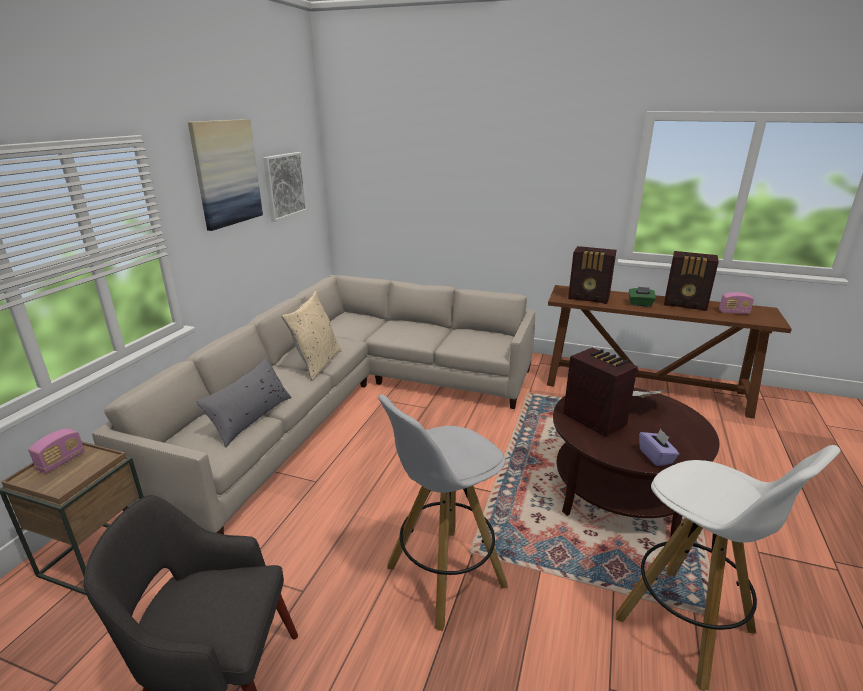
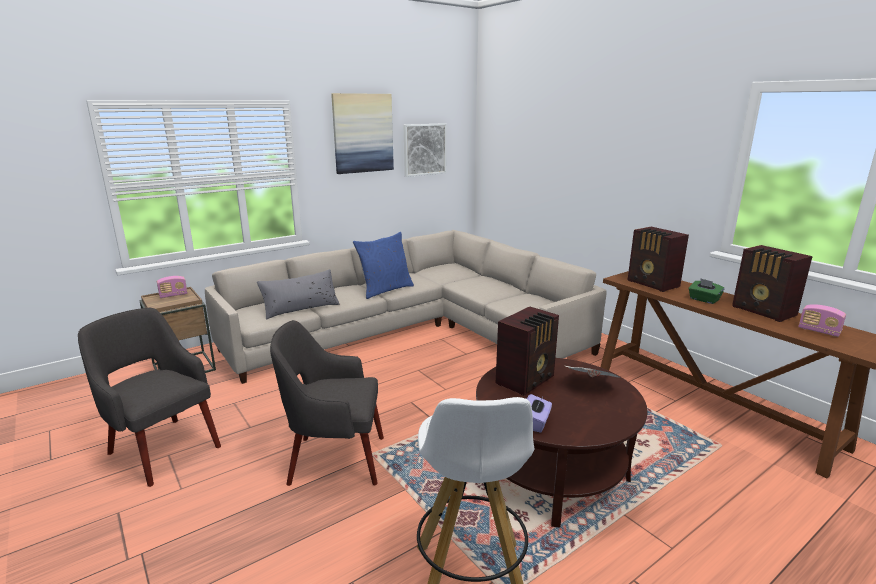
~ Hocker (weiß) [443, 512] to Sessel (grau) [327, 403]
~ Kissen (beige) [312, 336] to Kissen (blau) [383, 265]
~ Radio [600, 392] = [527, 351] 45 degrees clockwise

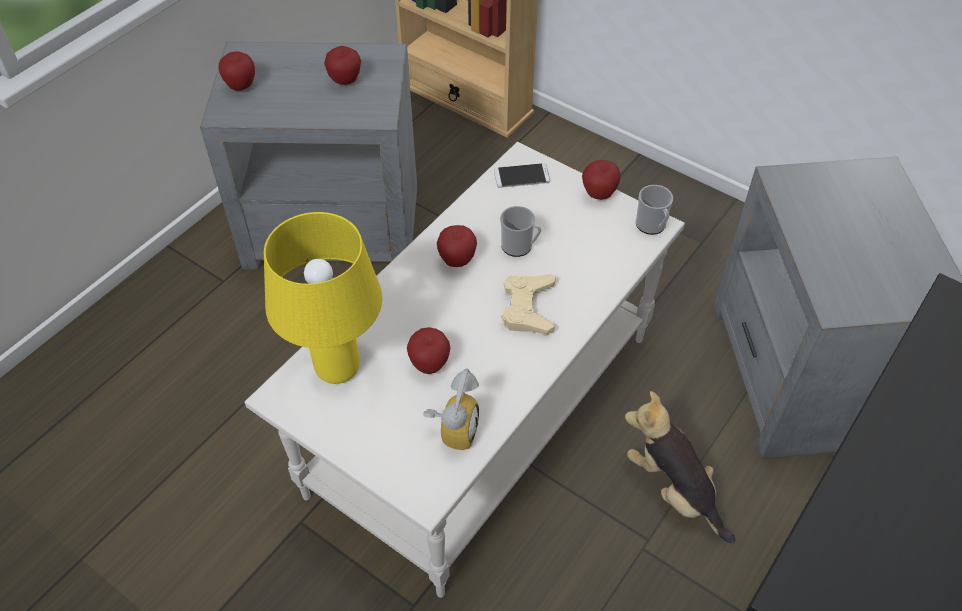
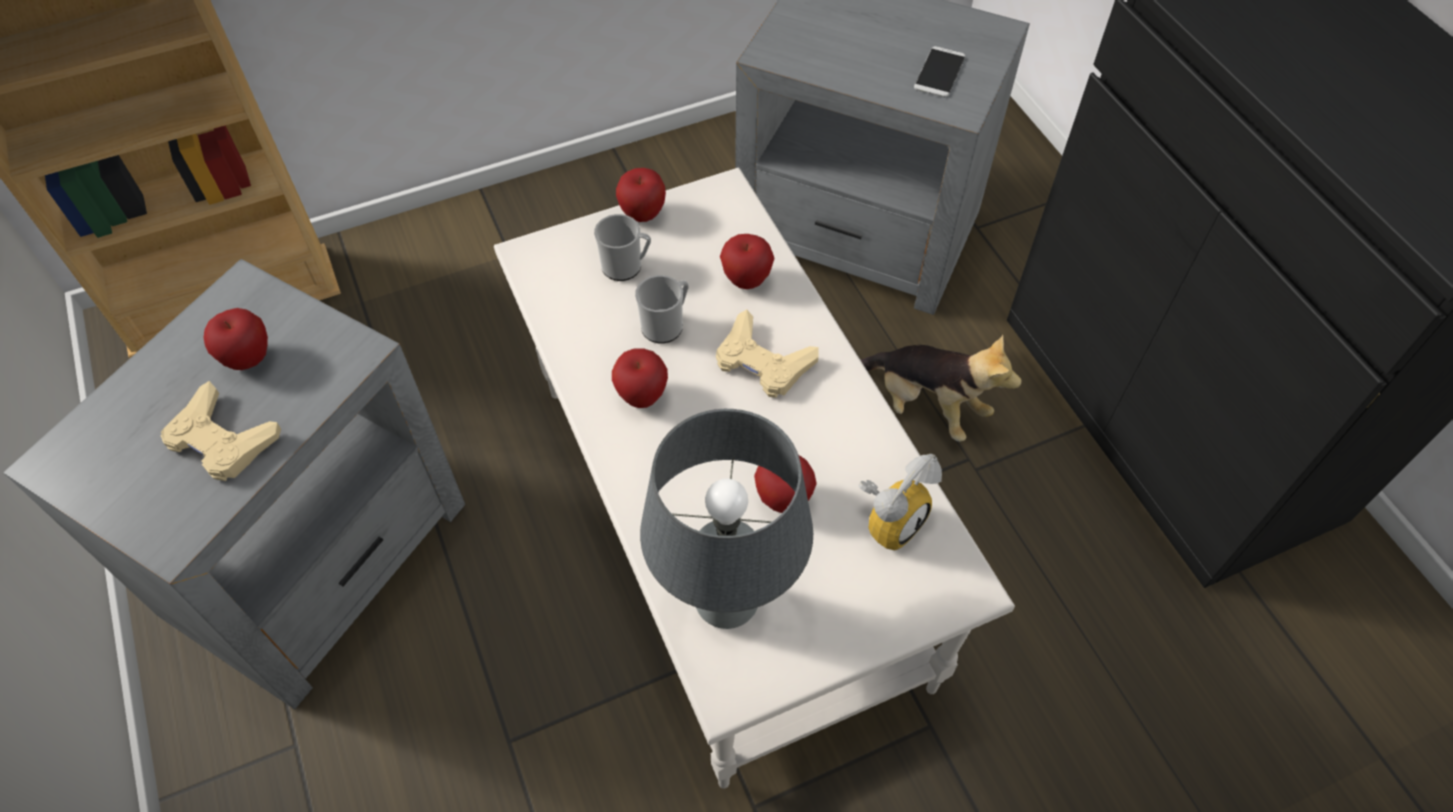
+ Gamepad (beige) [220, 431]
~ Apfel [236, 71] to [747, 261]
~ Handy [522, 175] to [940, 71]
~ Henkelbecher [654, 210] to [622, 247]
~ Tischlampe (gelb) [323, 298] to Tischlampe (grau) [726, 519]
~ Wecker [451, 409] = [900, 502] 90 degrees clockwise
~ Plüschtier [680, 467] = [941, 388] 135 degrees counterclockwise

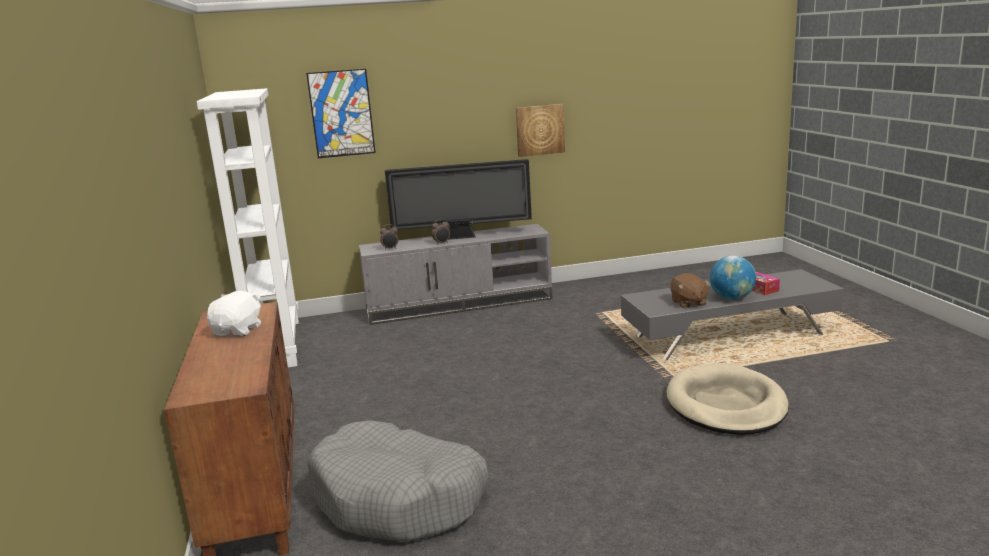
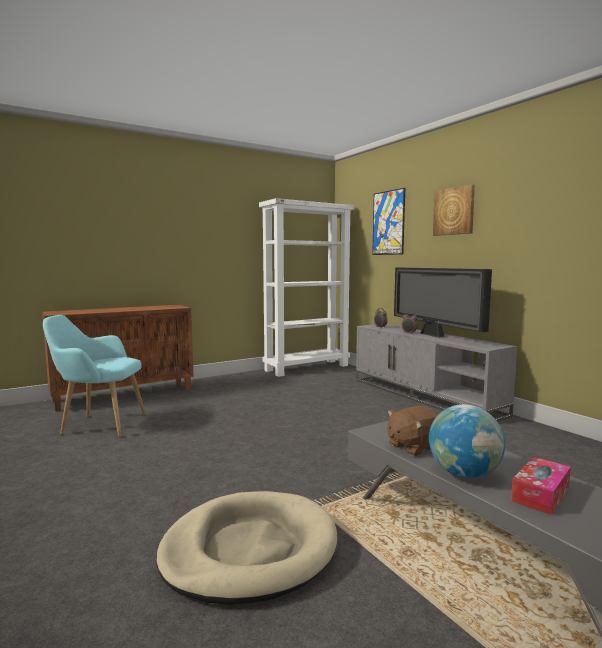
- Plüschtier (weiß) [234, 313]
~ Bild [540, 130] to [454, 210]
~ Hundebett (grau) [398, 481] to Sessel (türkis) [94, 376]

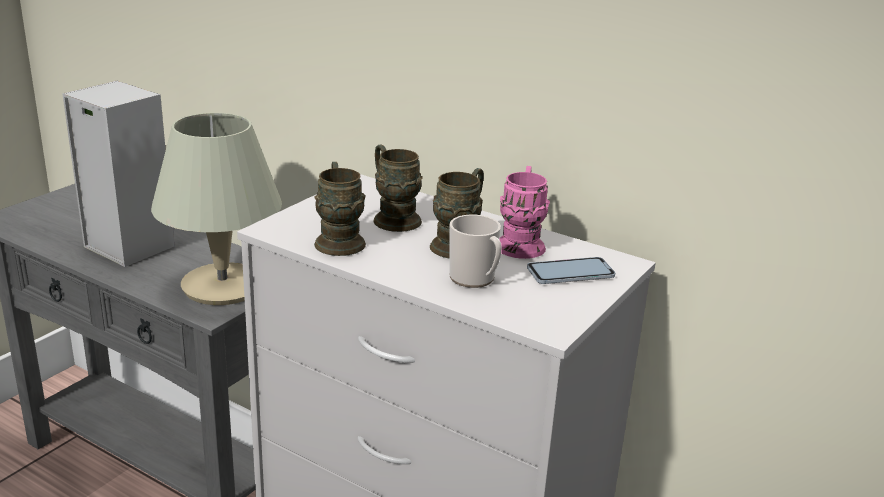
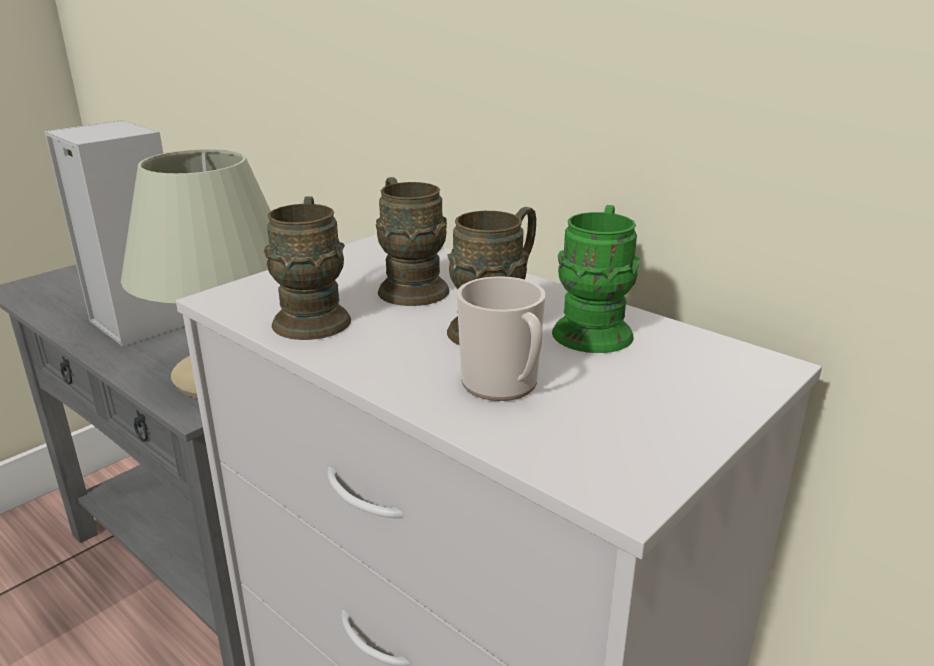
- Handy [571, 270]
~ Henkelbecher (rosa) [524, 212] to Henkelbecher (grün) [596, 279]

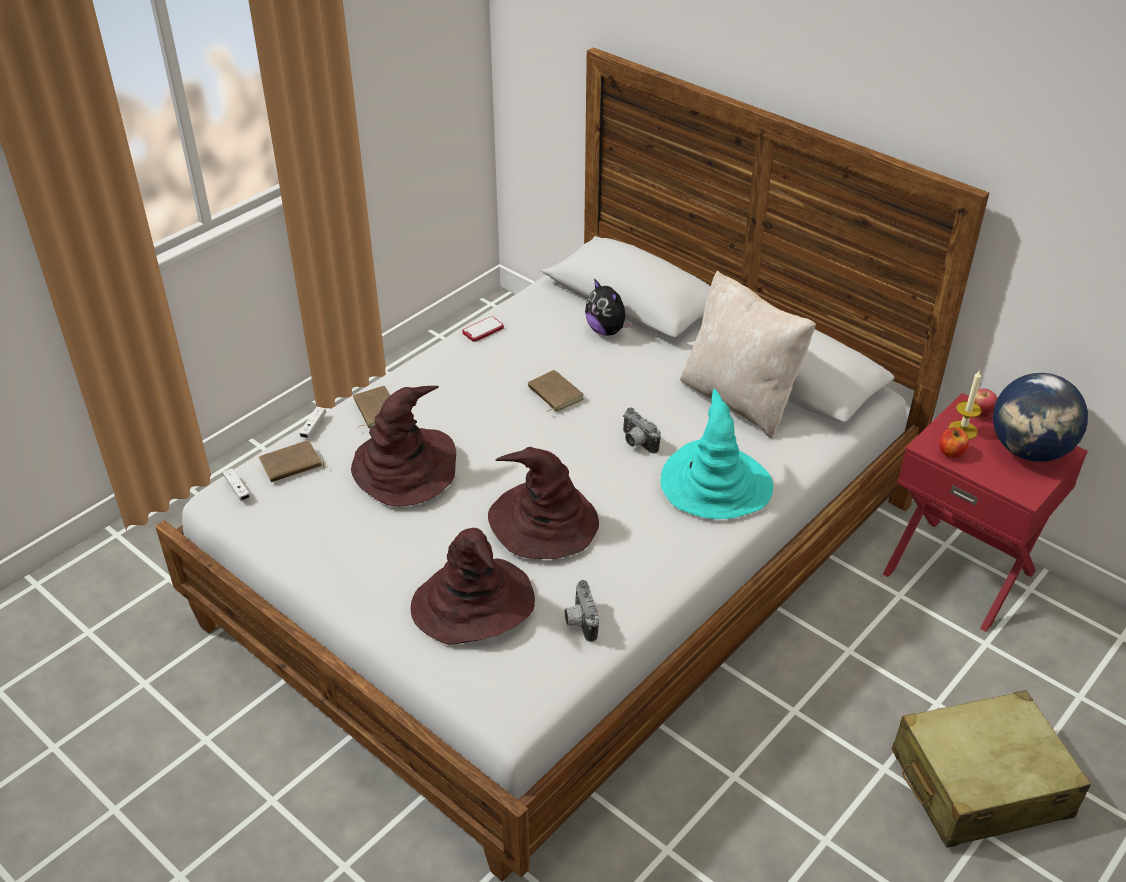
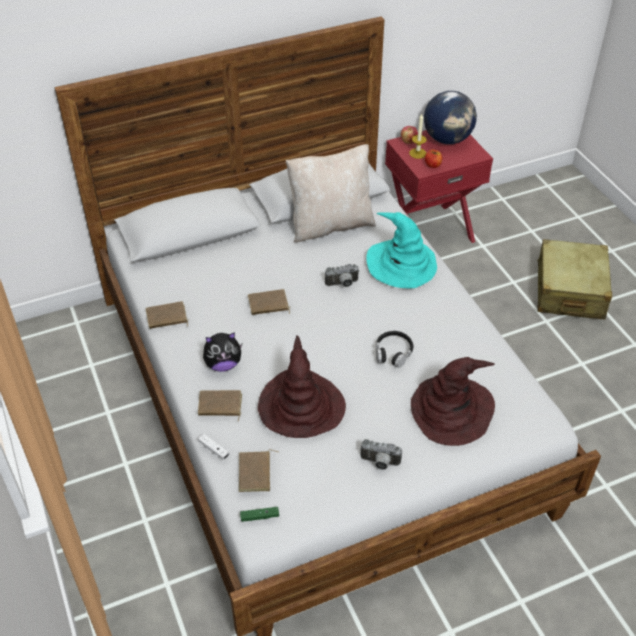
~ Kamera [582, 611] to [381, 454]
~ Plüschtier [608, 306] to [222, 352]
~ Handy [483, 329] to Buch (braun) [166, 315]
~ Hut (braun) [543, 503] to Kopfhörer (schwarz) [394, 349]
~ Gamepad (weiß) [236, 484] to Gamepad (grün) [259, 514]

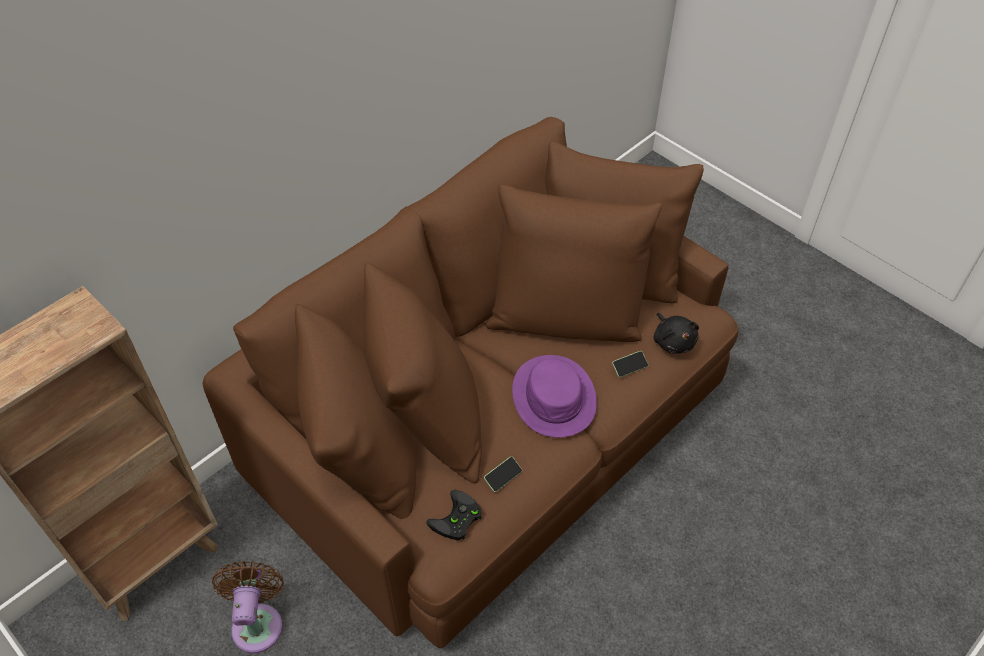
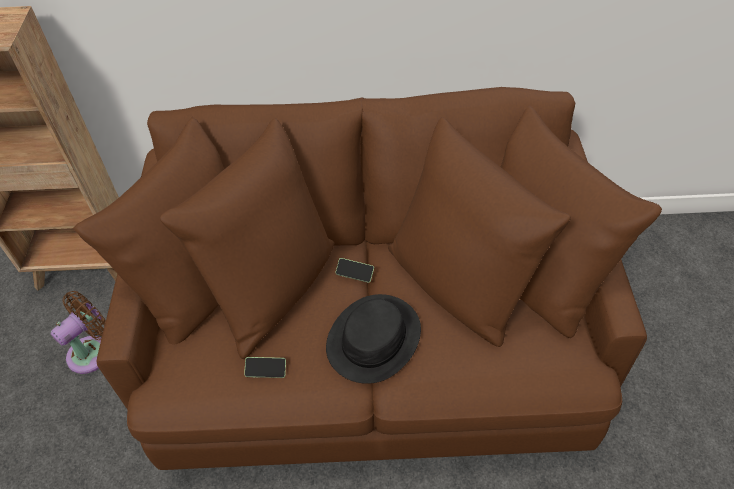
- Gamepad (schwarz) [454, 515]
- Plüschtier (schwarz) [676, 333]
~ Handy [630, 364] to [354, 270]
~ Hut (lila) [554, 396] to Hut (schwarz) [373, 339]

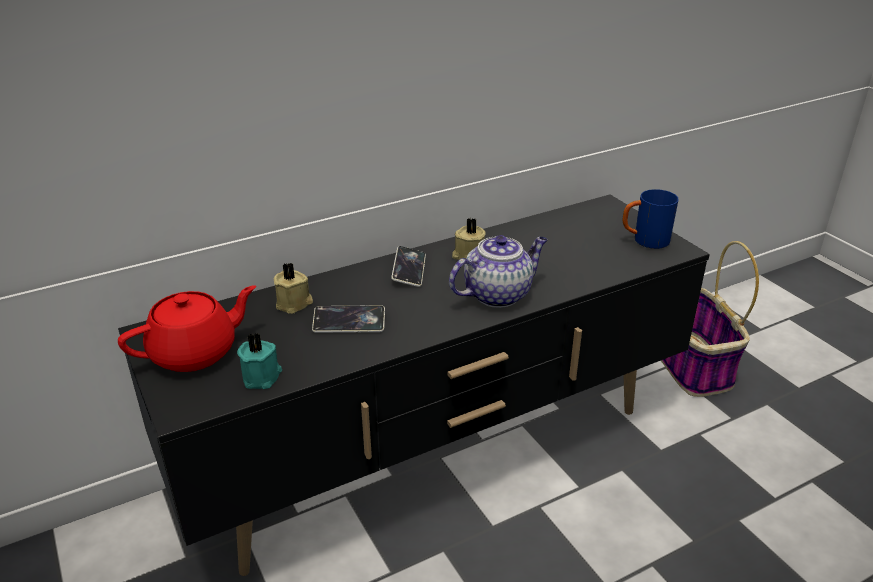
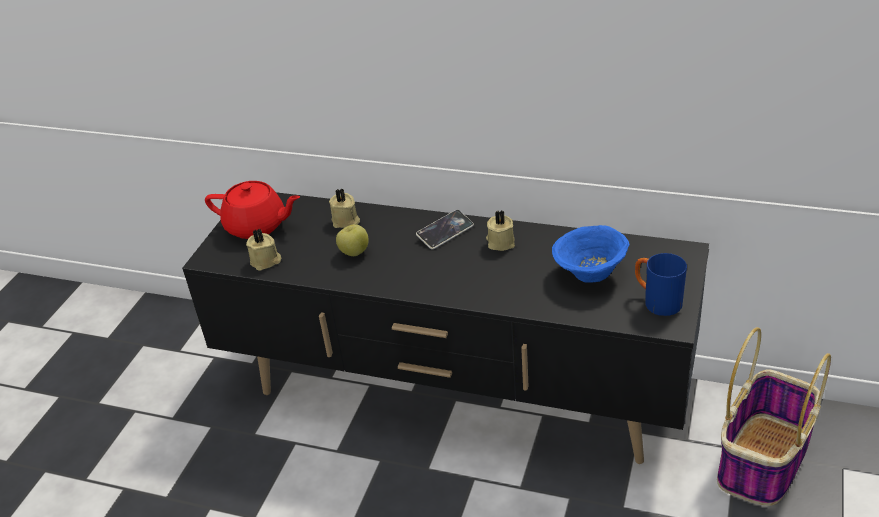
- Teekanne [498, 271]
+ Schüssel (blau) [591, 254]
~ Handy [348, 319] to Apfel [352, 240]
~ Kerze (türkis) [259, 360] to Kerze (beige) [263, 250]

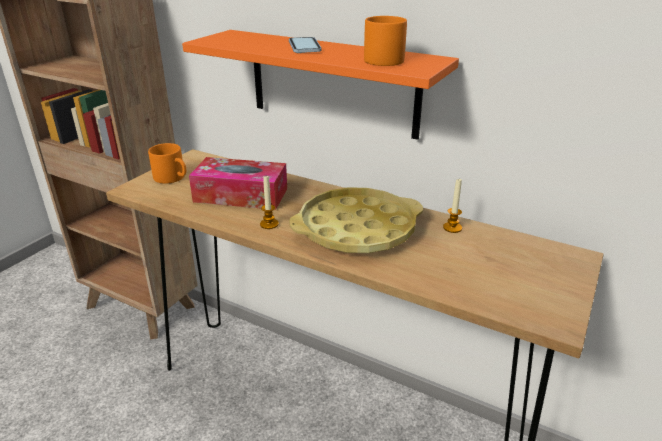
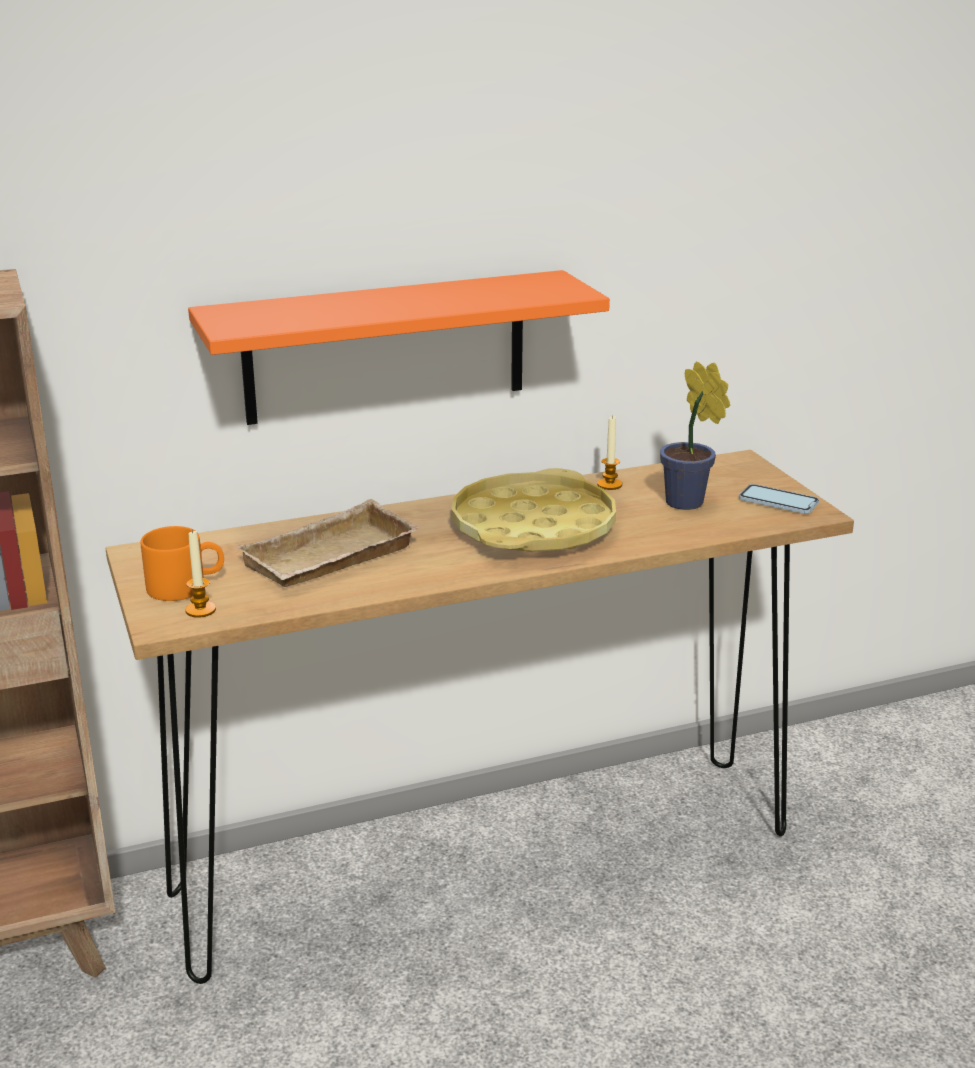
- Henkelbecher (orange) [385, 41]
+ Topfpflanze [695, 435]
~ Kerze [269, 202] to [200, 573]
~ Handy [305, 45] to [779, 499]
~ Taschentuchbox [238, 183] to Tablett (beige) [328, 543]

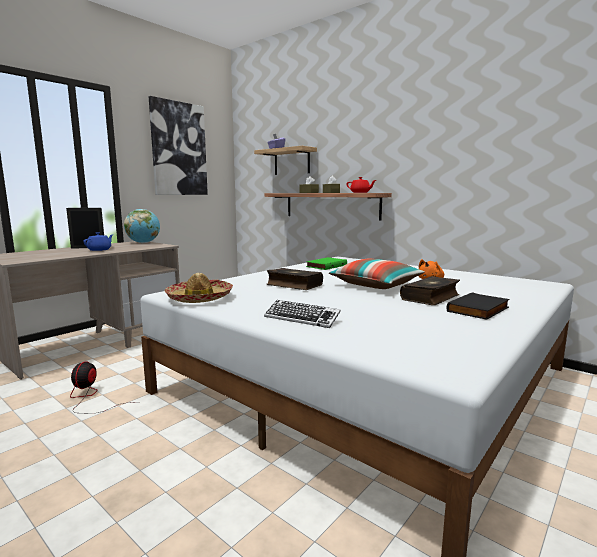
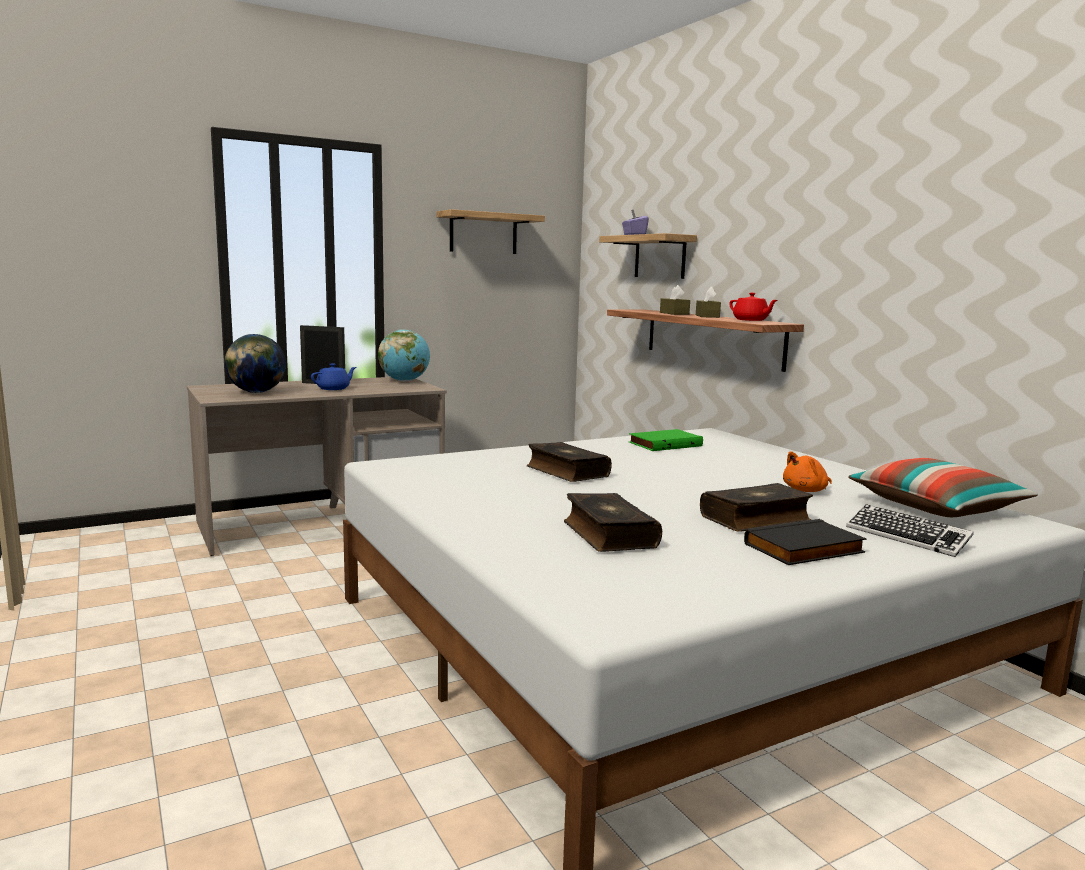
- Ventilator [105, 387]
- Hut [199, 288]
+ Globus [255, 363]
+ Buch [613, 522]
~ Tastatur [302, 314] to [910, 530]
~ Kissen [377, 274] to [943, 487]
~ Bild [178, 145] to Wandregal [491, 231]

